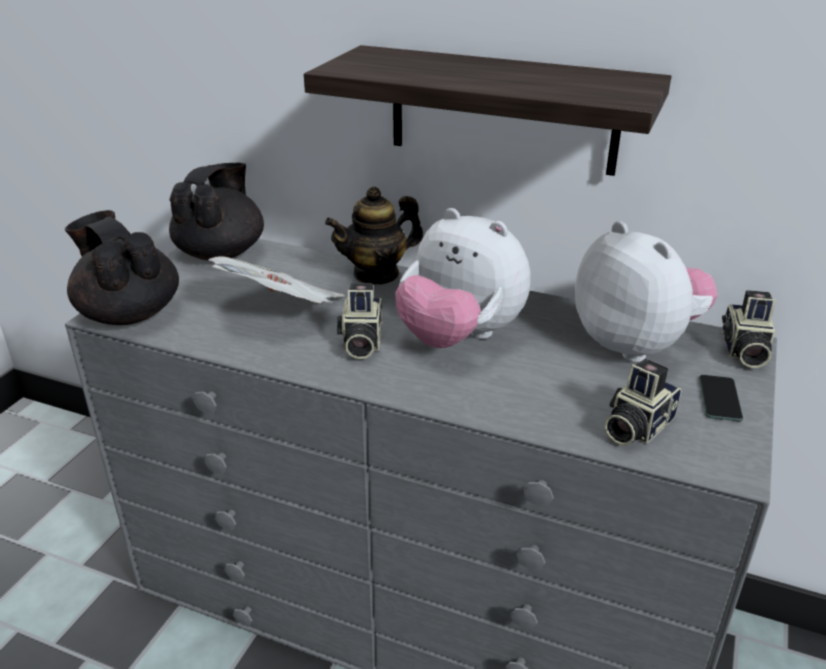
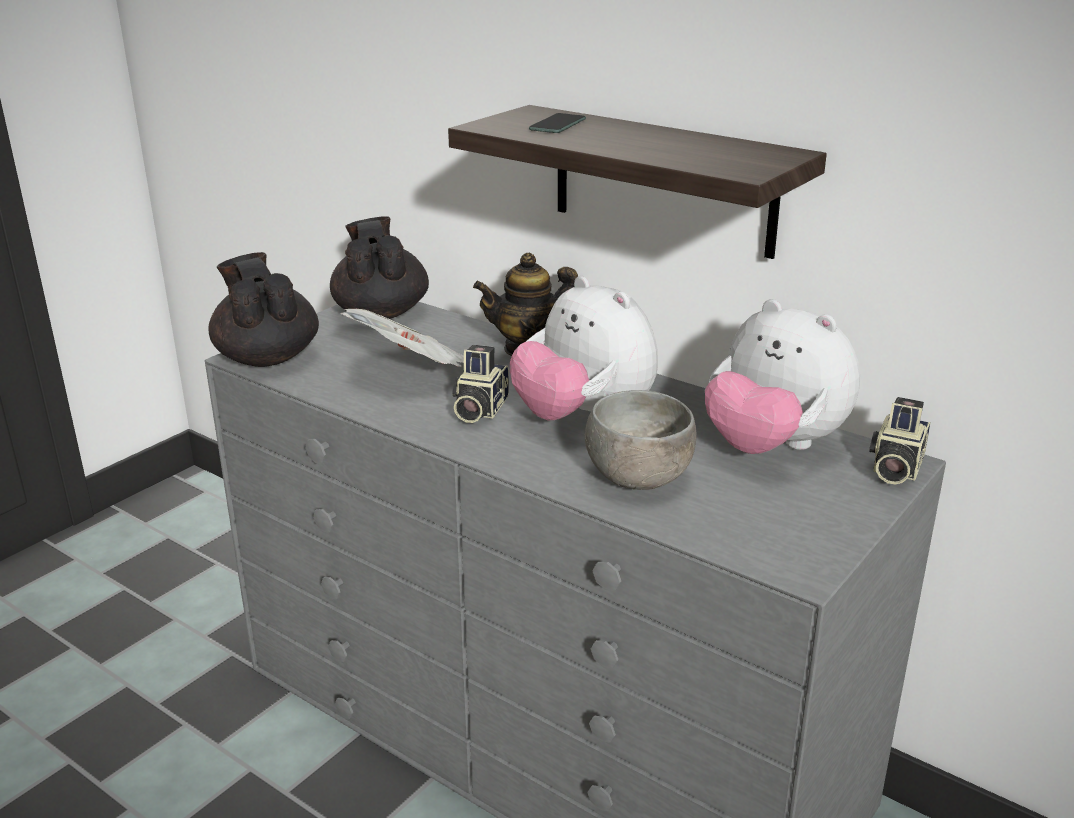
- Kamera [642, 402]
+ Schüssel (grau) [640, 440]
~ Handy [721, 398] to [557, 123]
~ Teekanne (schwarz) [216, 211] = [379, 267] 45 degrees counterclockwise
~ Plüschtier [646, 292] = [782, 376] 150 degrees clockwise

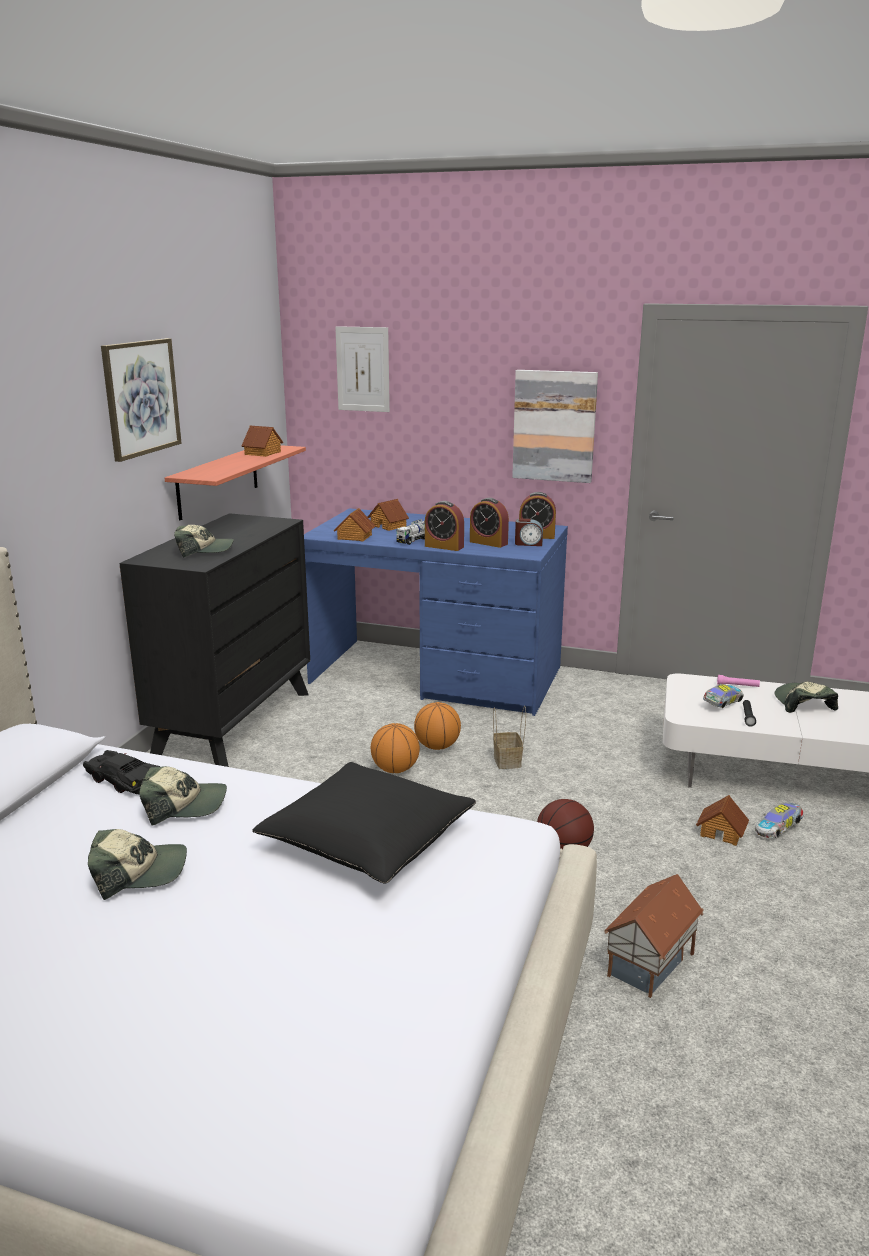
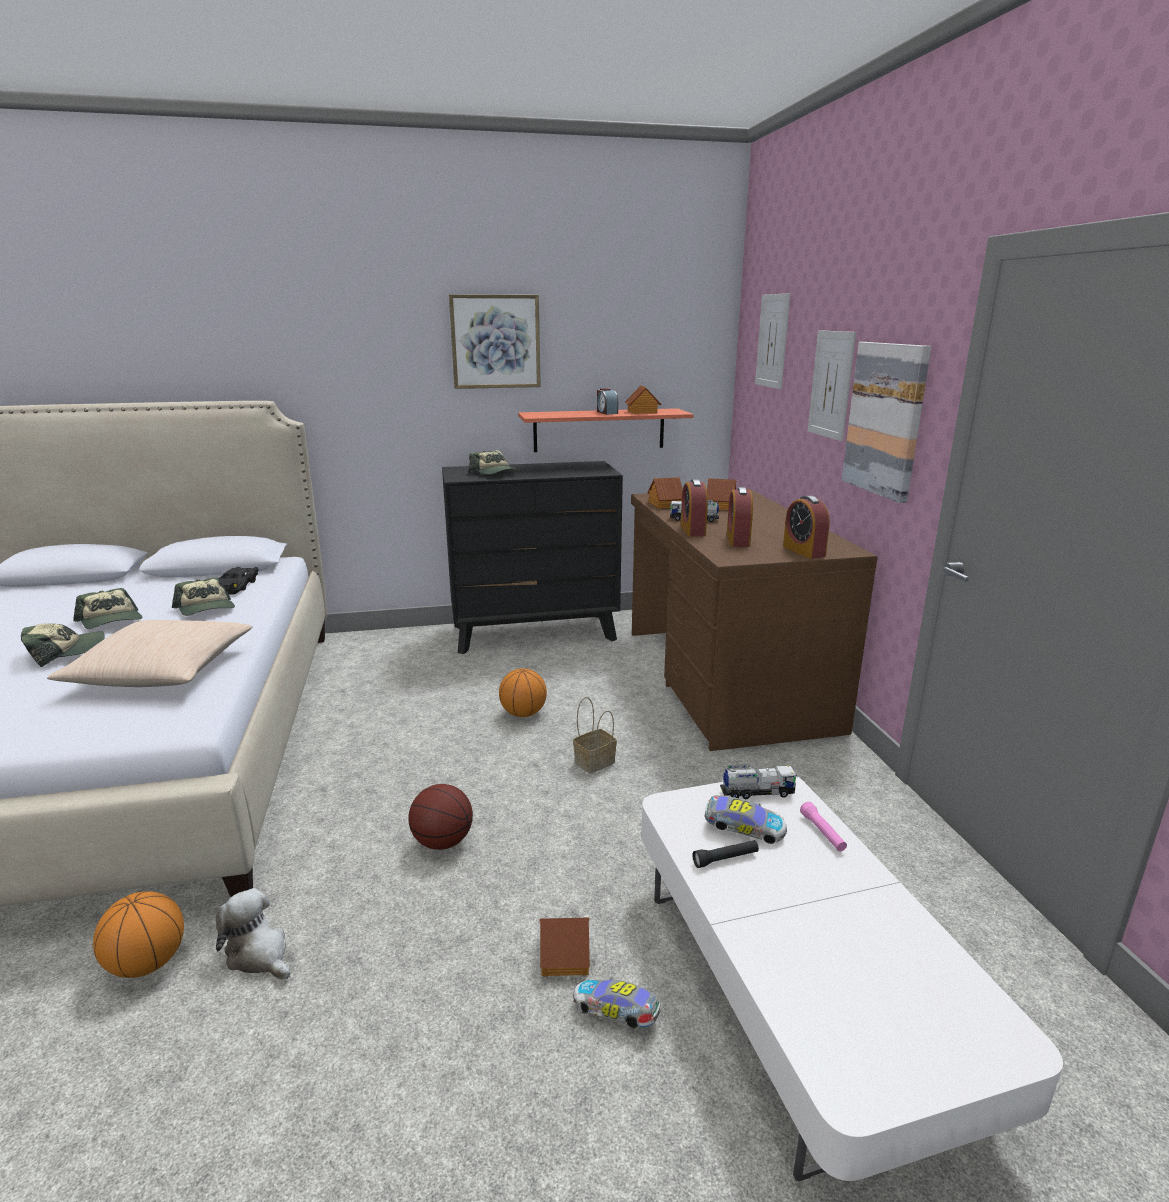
+ Spielzeuglaster [758, 781]
+ Bild [832, 385]
~ Basketball [437, 726] to [138, 934]
~ Wecker [529, 532] to [607, 401]
~ Kappe [806, 697] to [63, 645]
~ Spielzeughaus [654, 936] to Plüschtier [253, 934]
~ Kissen (schwarz) [364, 823] to Kissen (beige) [150, 653]
~ Schreibtisch (blau) [436, 612] to Schreibtisch (braun) [754, 620]

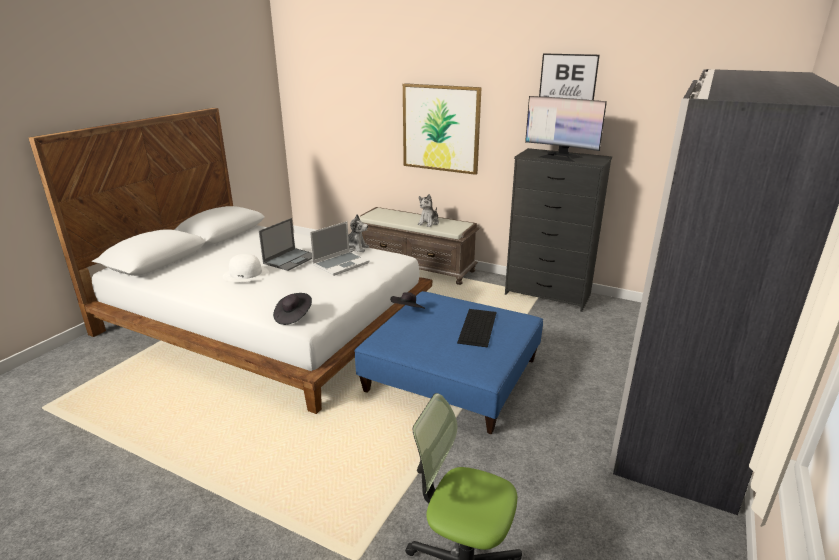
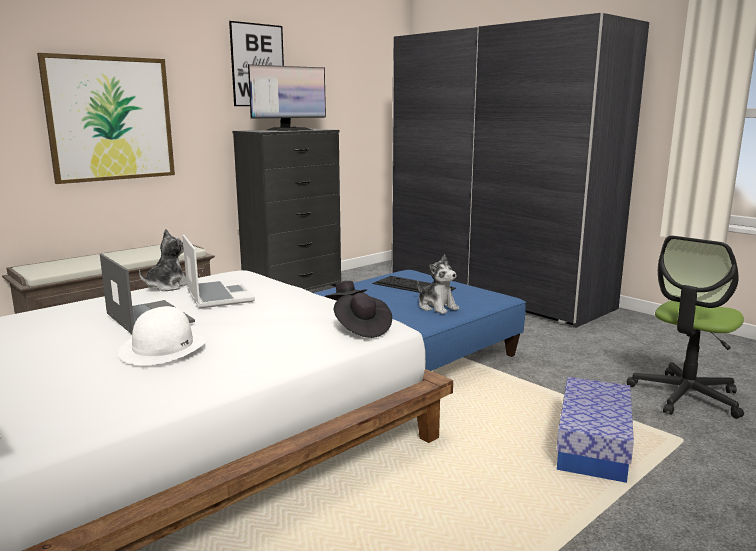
+ Aufbewahrungsbox [595, 430]
~ Plüschtier [428, 210] to [438, 284]

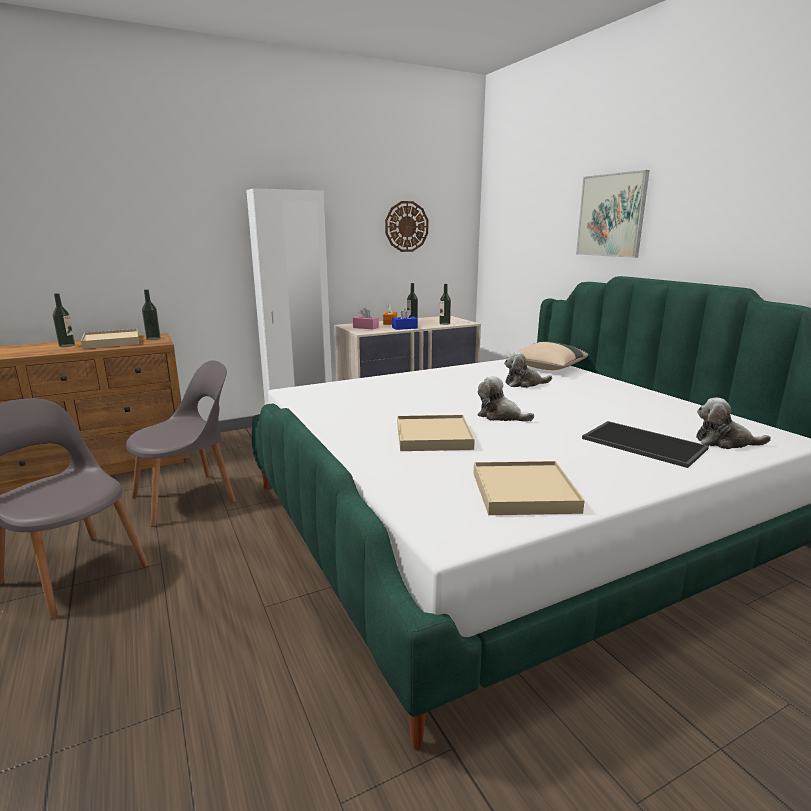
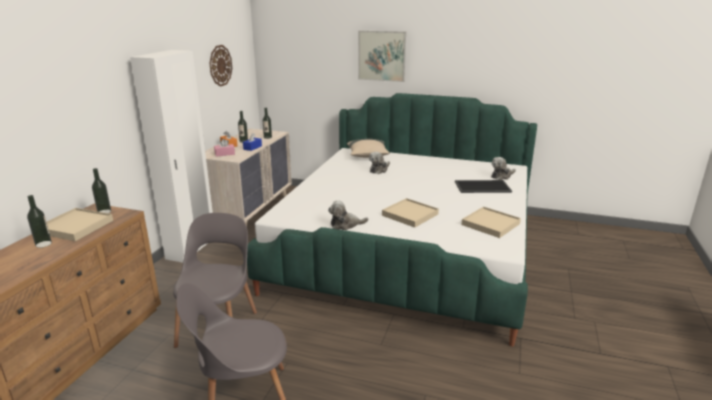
~ Plüschtier [505, 399] to [348, 215]

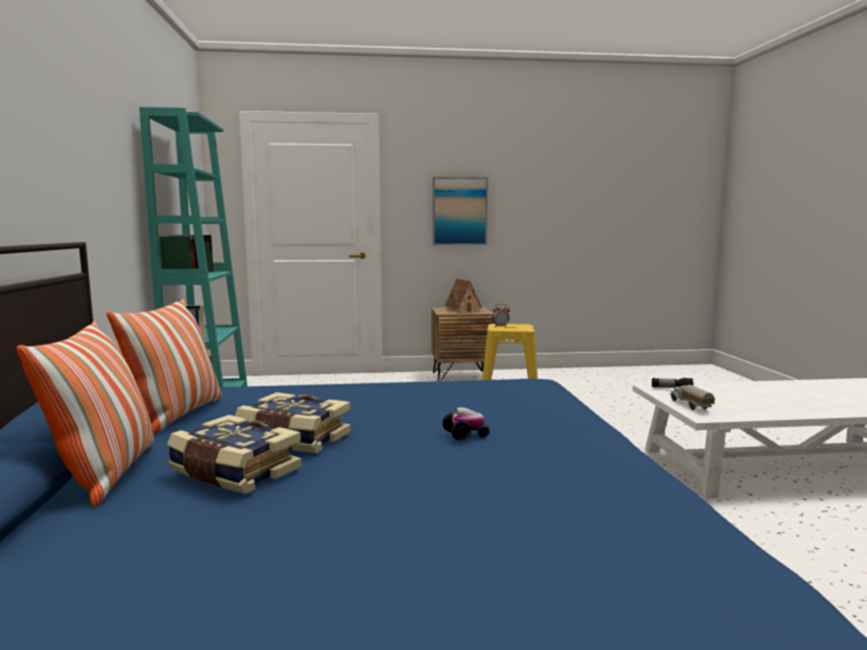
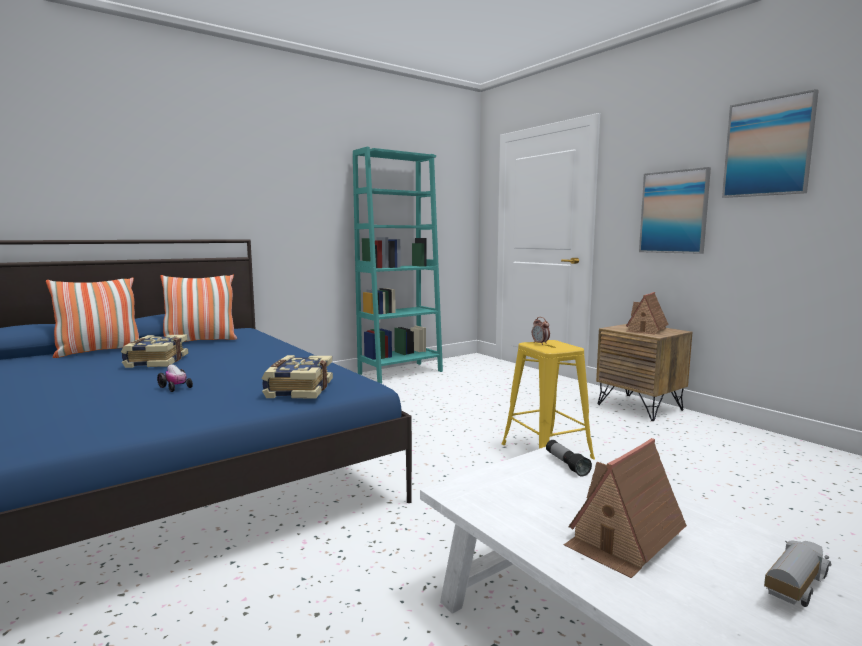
+ Spielzeughaus [625, 508]
+ Bild [770, 143]
~ Buch [234, 454] to [297, 377]
~ Spielzeuglaster [692, 397] to [798, 574]

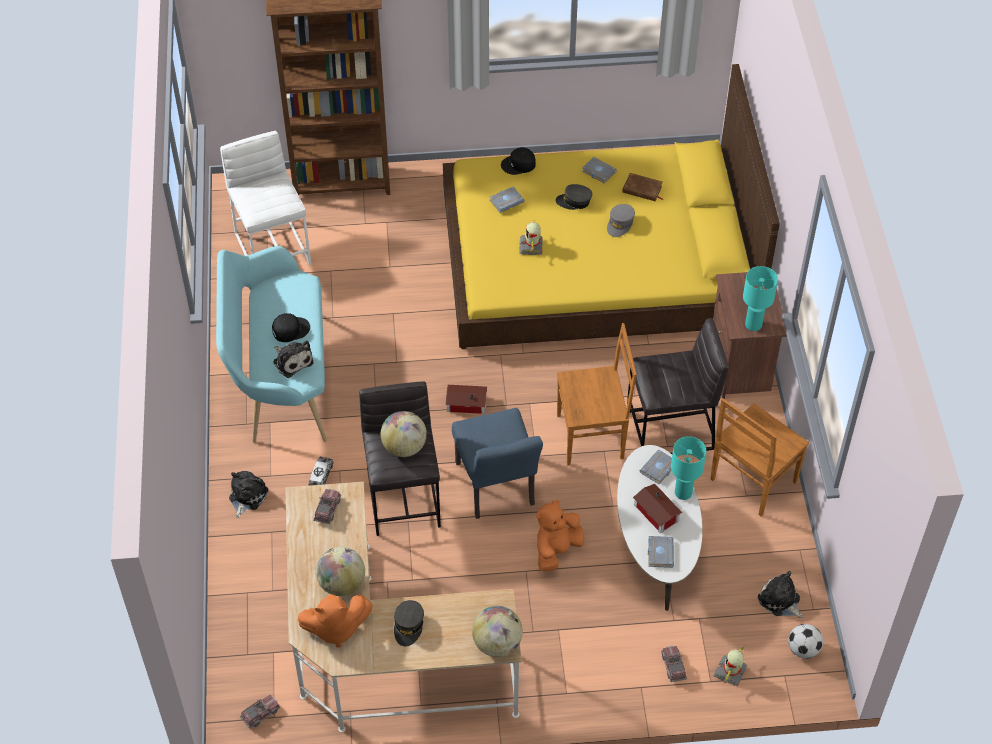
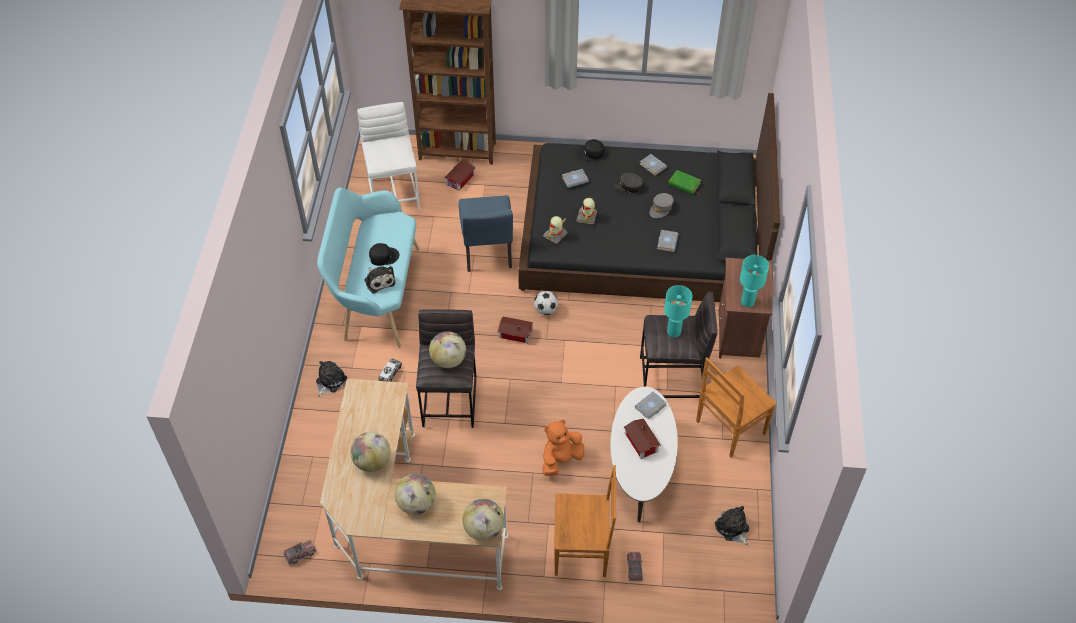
- Plüschtier (orange) [335, 621]
- Spielzeuglaster [327, 506]
+ Spielzeughaus [460, 176]
~ Stuhl (blau) [497, 463] to [485, 233]
~ Stuhl (braun) [597, 394] to [585, 521]
~ Buch (grau) [661, 552] to [668, 241]
~ Tischlampe (türkis) [688, 468] to [678, 311]
~ Spielzeugroboter [730, 665] to [555, 230]
~ Fußball [805, 641] to [546, 303]
~ Kappe (grau) [409, 623] to Globus [415, 494]
~ Bett (gelb) [611, 206] to Bett (schwarz) [649, 197]
~ Buch (braun) [642, 187] to Buch (grün) [684, 182]

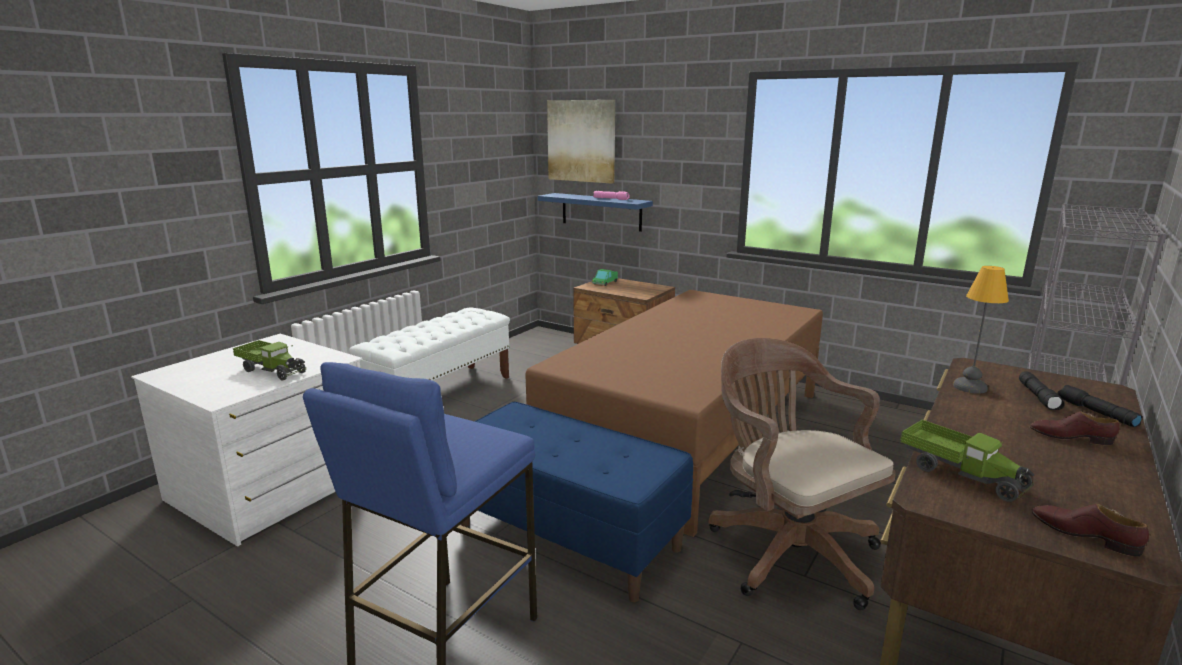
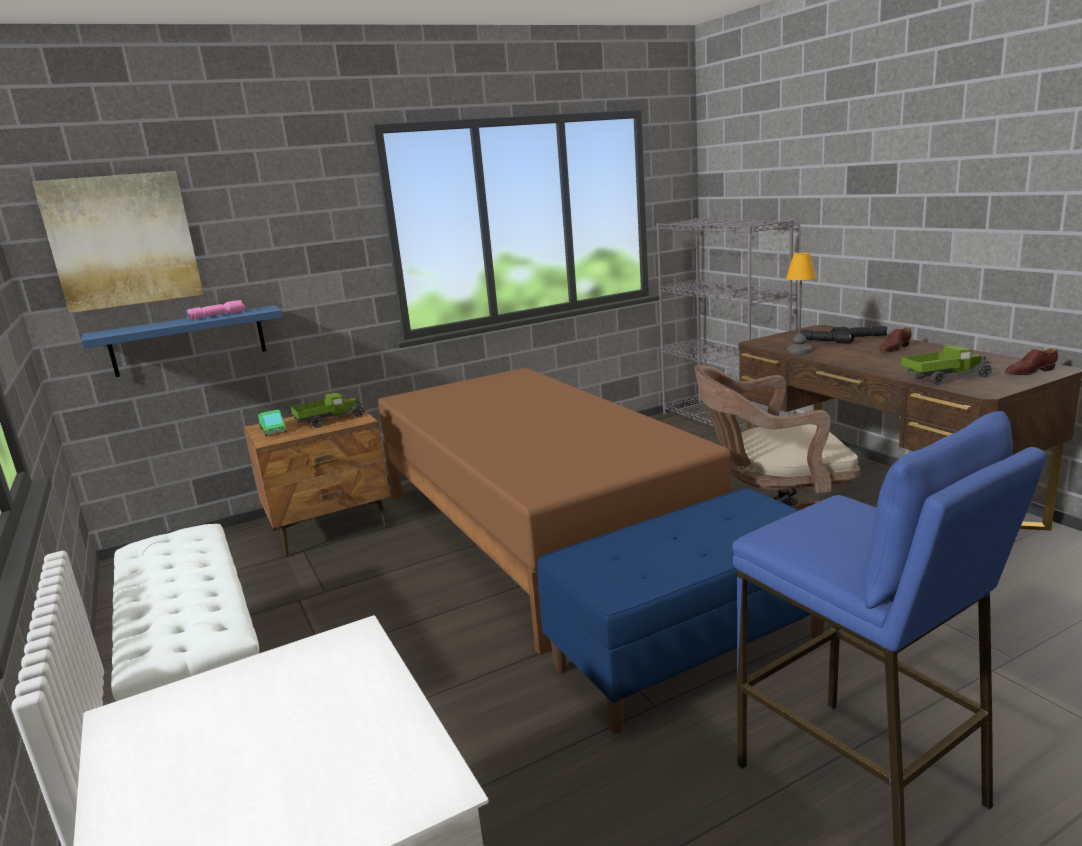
~ Spielzeuglaster [269, 360] to [328, 410]

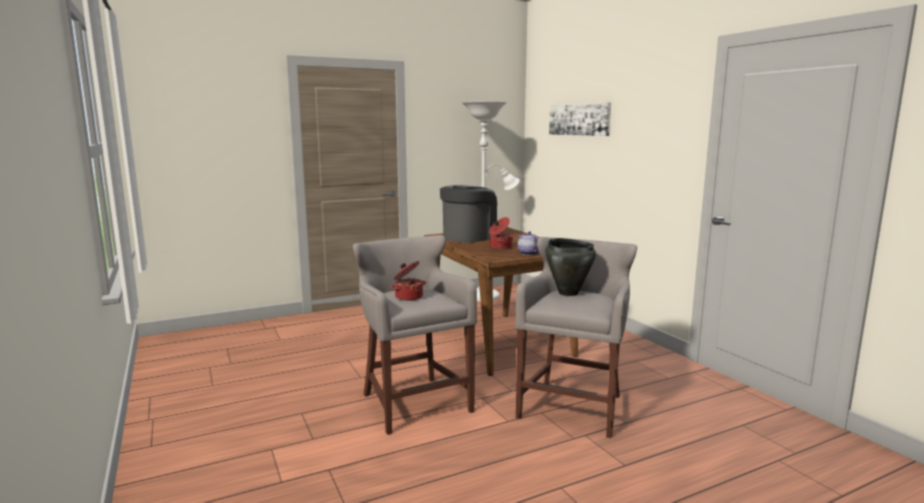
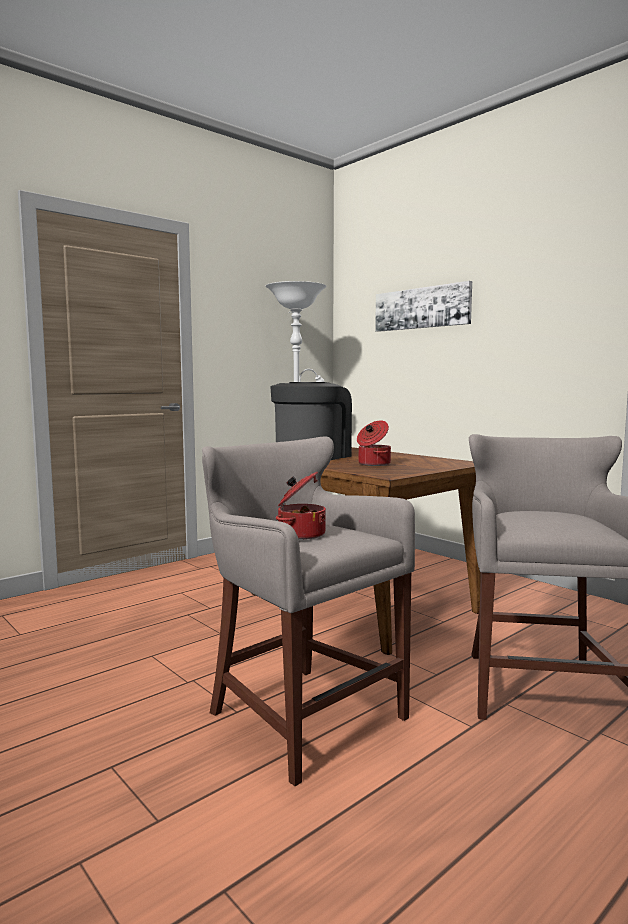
- Teekanne [528, 243]
- Kochtopf (schwarz) [570, 267]

